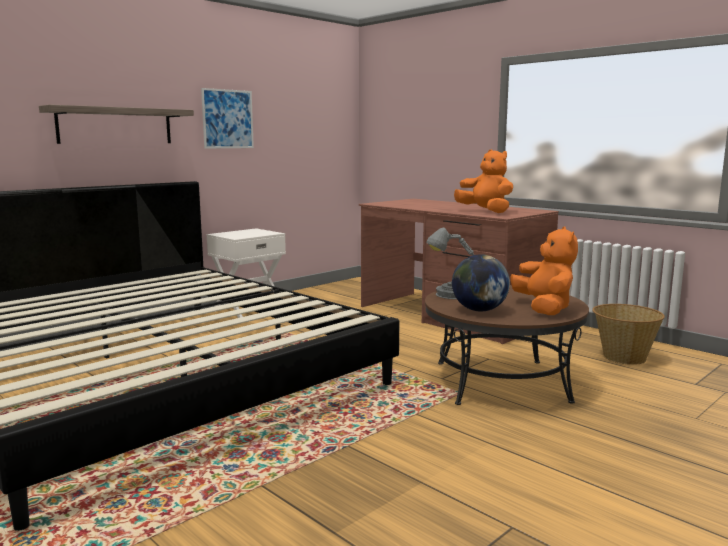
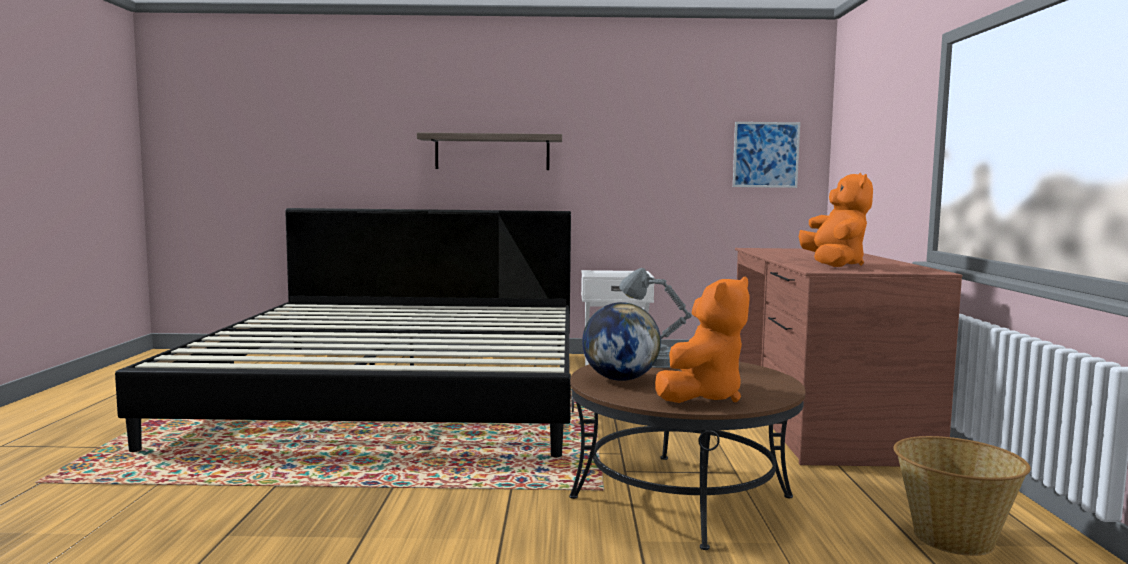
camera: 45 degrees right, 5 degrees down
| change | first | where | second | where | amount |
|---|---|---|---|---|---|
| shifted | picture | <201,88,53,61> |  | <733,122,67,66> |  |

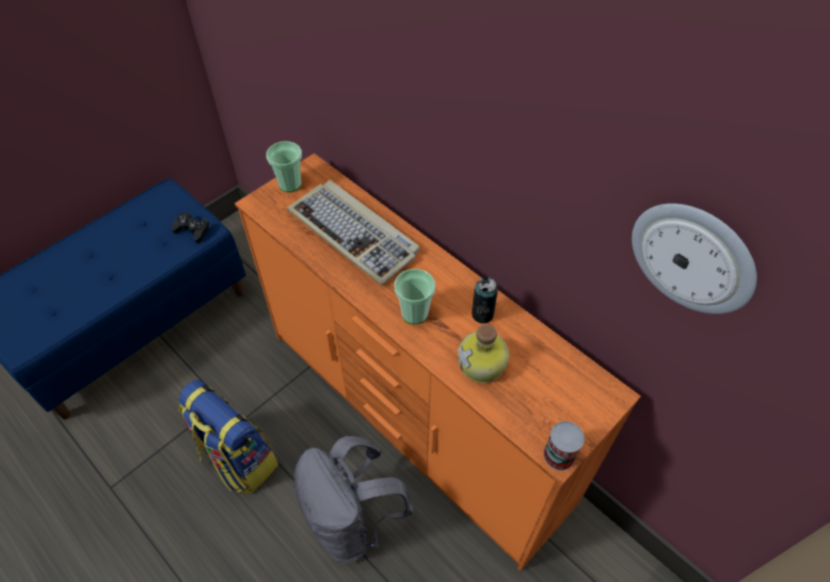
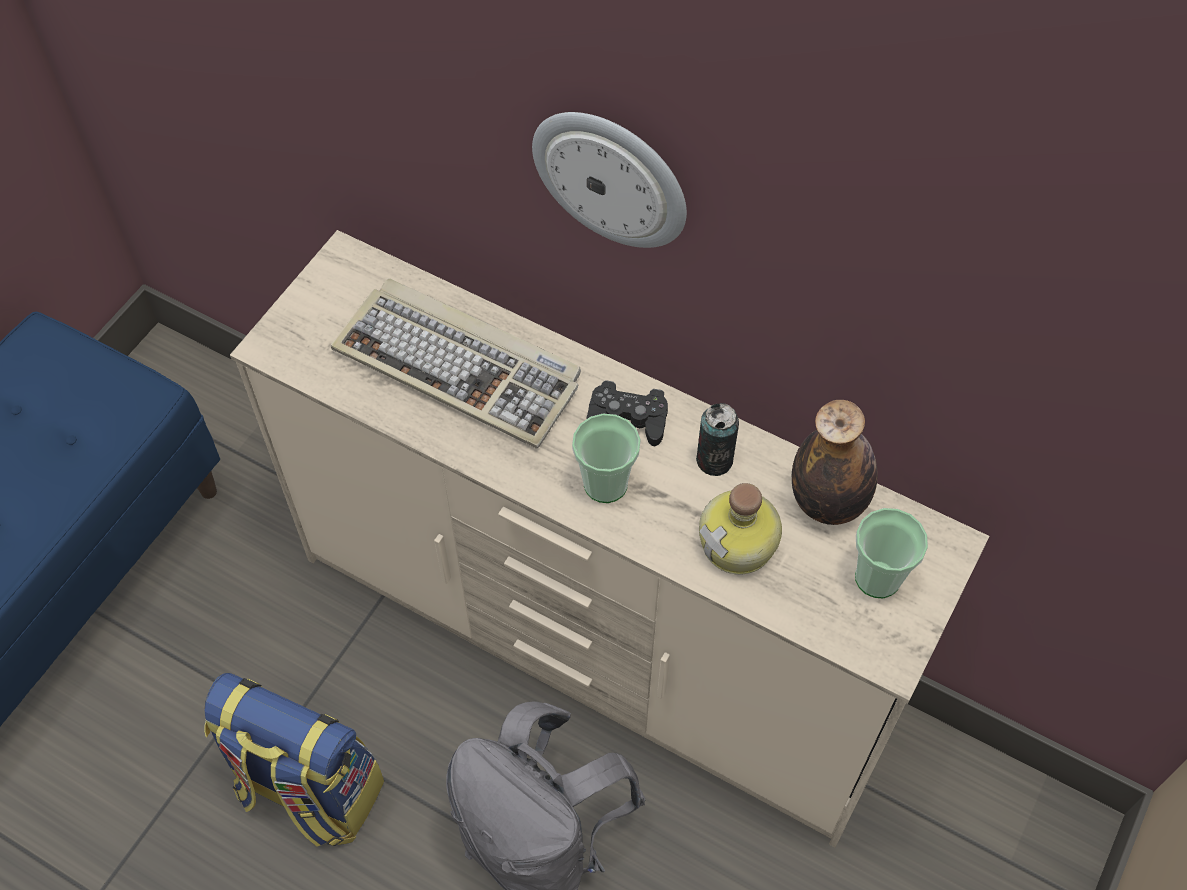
camera: 15 degrees left, 5 degrees up
| change | first | where | second | where | amount |
|---|---|---|---|---|---|
| shifted | black_game_controller | <171,212,40,31> |  | <586,380,82,66> |  |
| repainted | orange_dresser | <235,153,406,418> | beige_dresser | <230,230,760,617> |  |
| shifted | cup | <266,141,36,51> |  | <855,508,73,90> |  |
| gone | can | <544,421,40,49> |  |  |  |
| shifted | wall_clock | <632,203,125,111> |  | <532,112,155,136> |  |
| new |  |  | bottle | <792,400,85,125> |  |

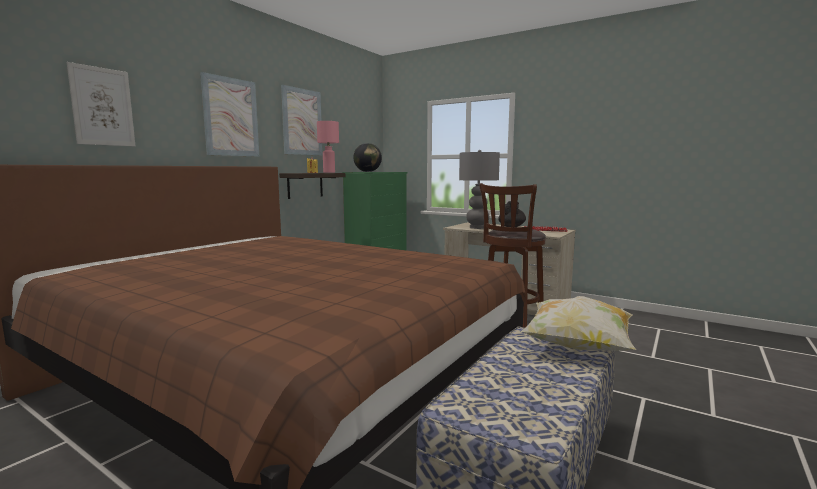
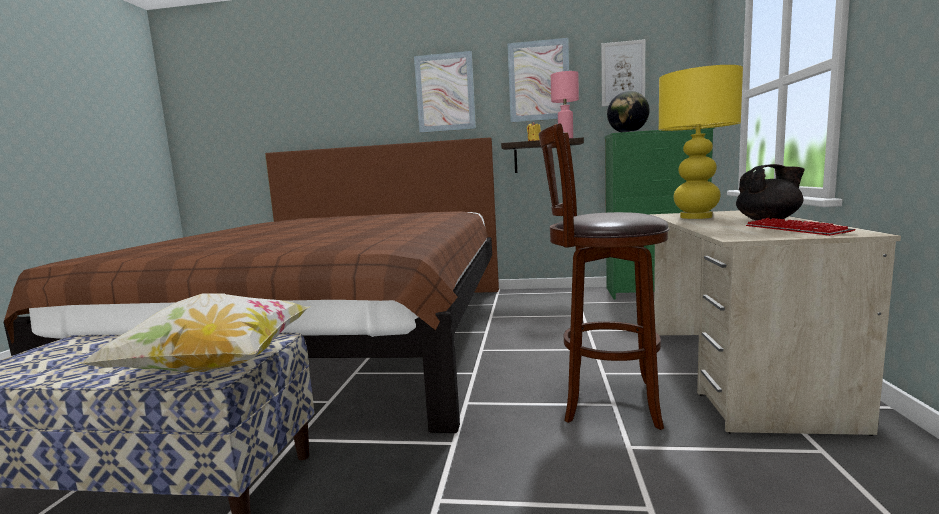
camera: 65 degrees right, 0 degrees up
| change | first | where | second | where | amount |
|---|---|---|---|---|---|
| shifted | picture | <67,62,68,85> |  | <601,39,44,68> |  |
| repainted | grey_table_lamp | <459,150,41,79> | yellow_table_lamp | <659,65,84,154> |  |

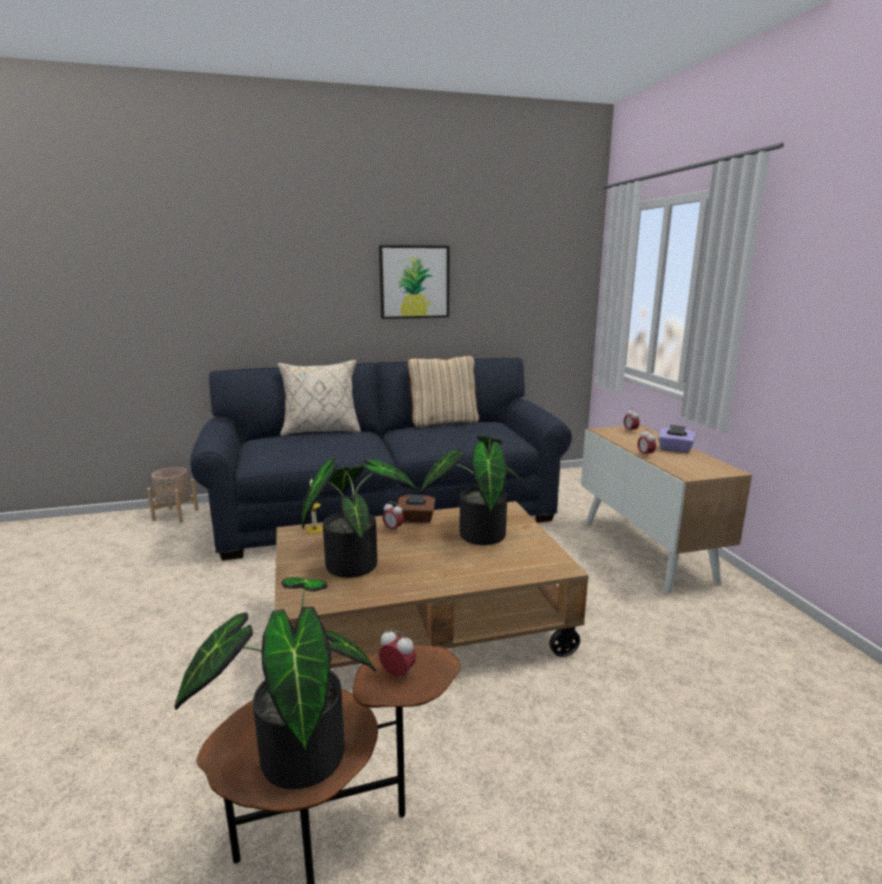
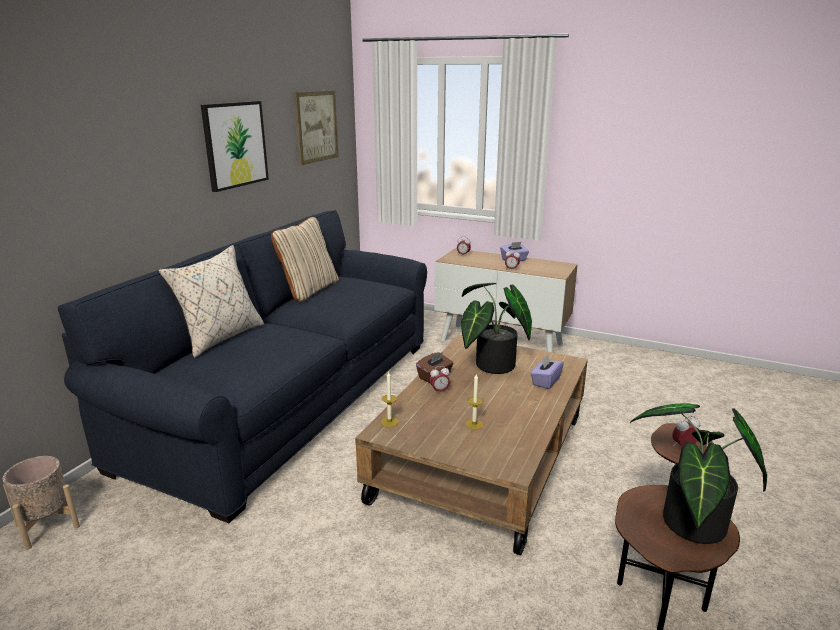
camera: 50 degrees left, 5 degrees up
| change | first | where | second | where | amount |
|---|---|---|---|---|---|
| swapped | potted_plant | <302,457,115,121> | candle | <465,374,18,56> |  |
| new |  |  | picture | <294,90,45,75> |  |
| new |  |  | purple_tissue_box | <531,355,33,34> |  |

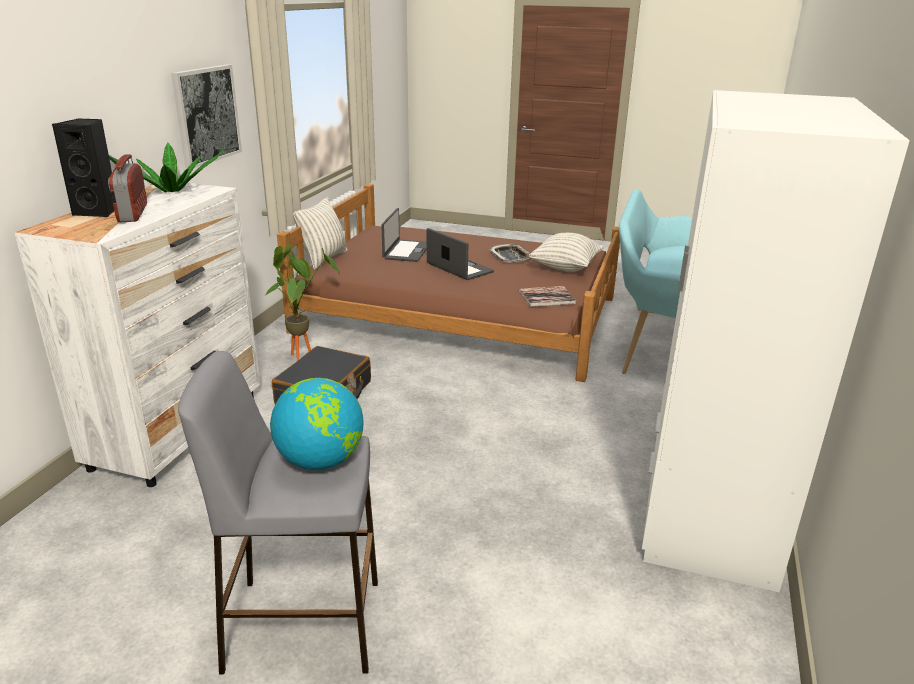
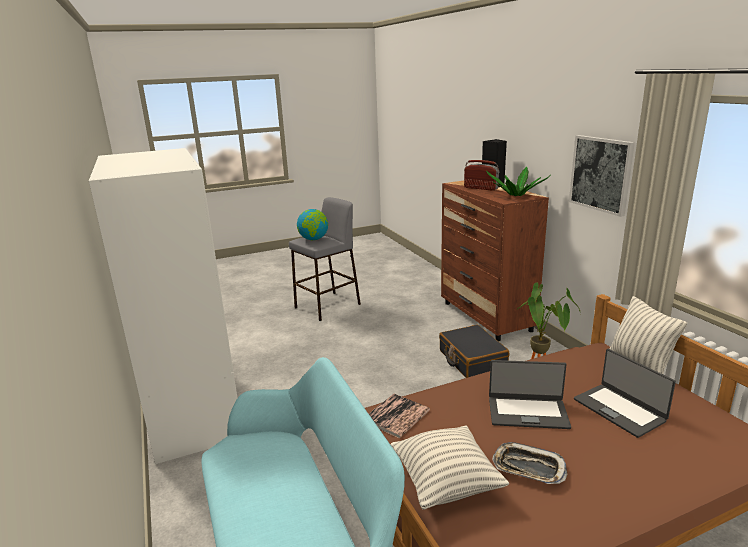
camera: 140 degrees right, 5 degrees down
| change | first | where | second | where | amount |
|---|---|---|---|---|---|
| repainted | white_dresser | <14,183,246,304> | brown_dresser | <441,181,108,160> |  |

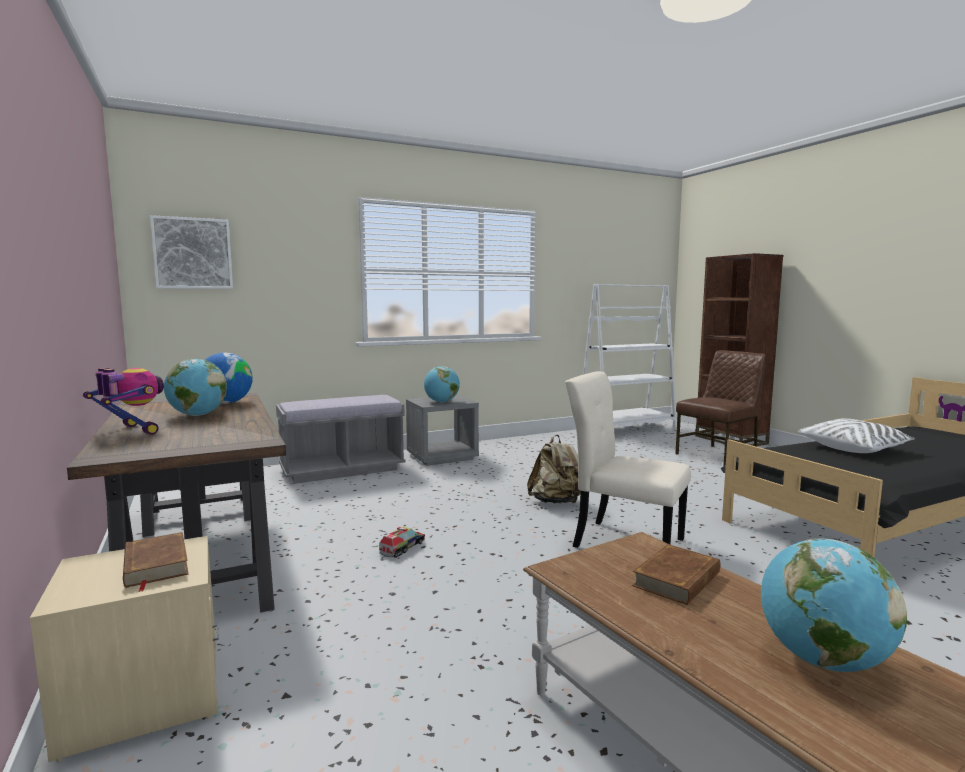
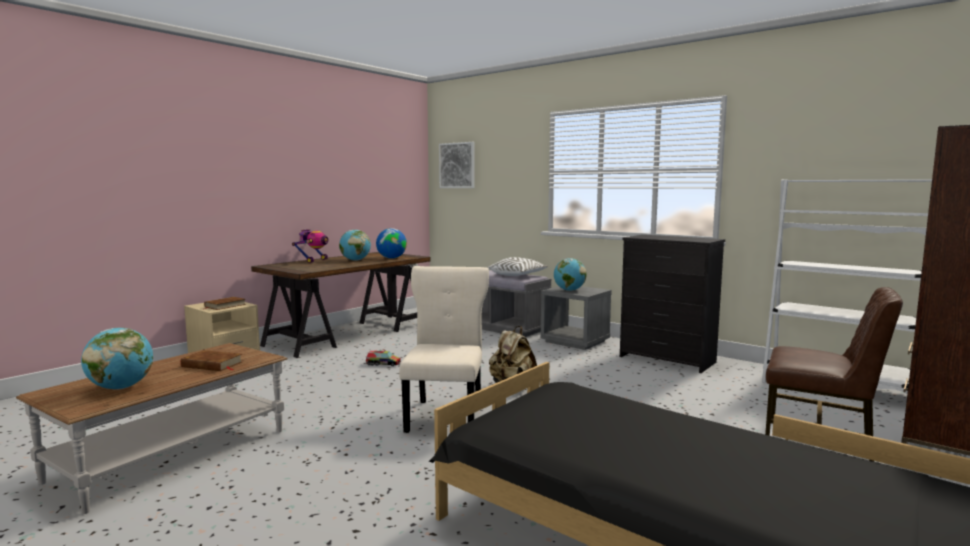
camera: 65 degrees right, 0 degrees up
| change | first | where | second | where | amount |
|---|---|---|---|---|---|
| shifted | white_pillow | <797,418,118,35> |  | <488,257,60,19> |  |
| new |  |  | black_dresser | <620,235,105,138> |  |

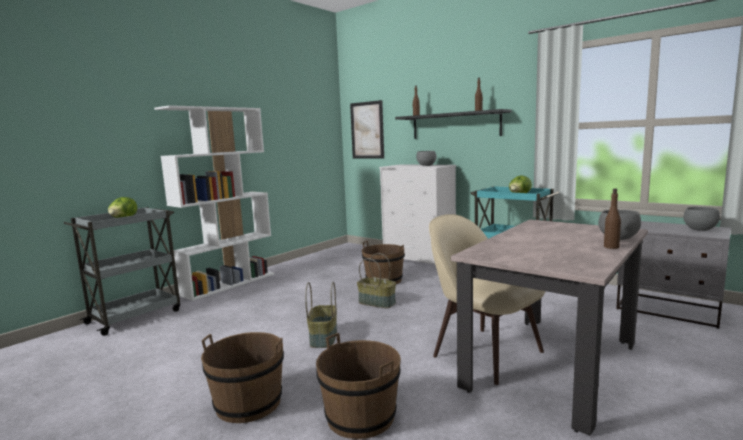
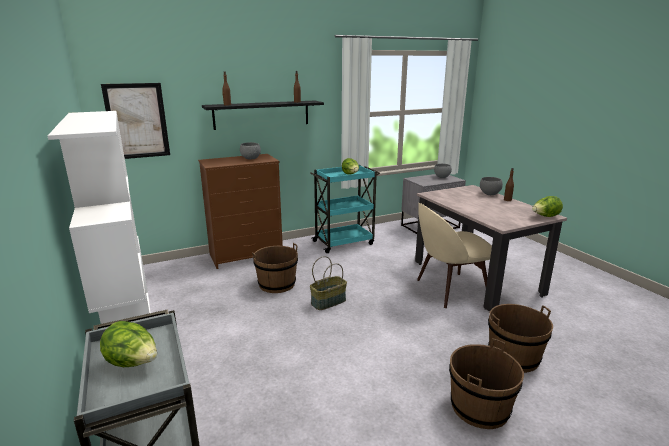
camera: 65 degrees left, 10 degrees up
| change | first | where | second | where | amount |
|---|---|---|---|---|---|
| gone | basket | <305,282,32,66> |  |  |  |
| repainted | white_dresser | <379,164,77,106> | brown_dresser | <198,154,85,115> |  |
| new |  |  | lettuce | <532,196,31,21> |  |

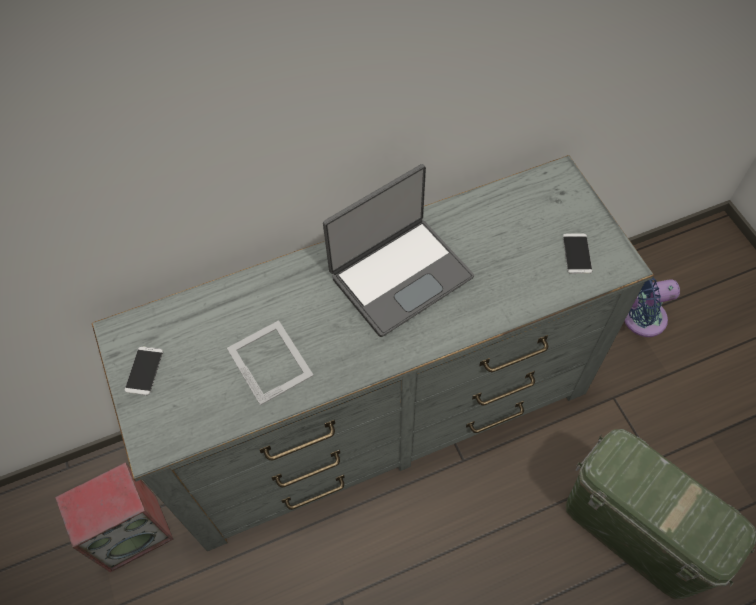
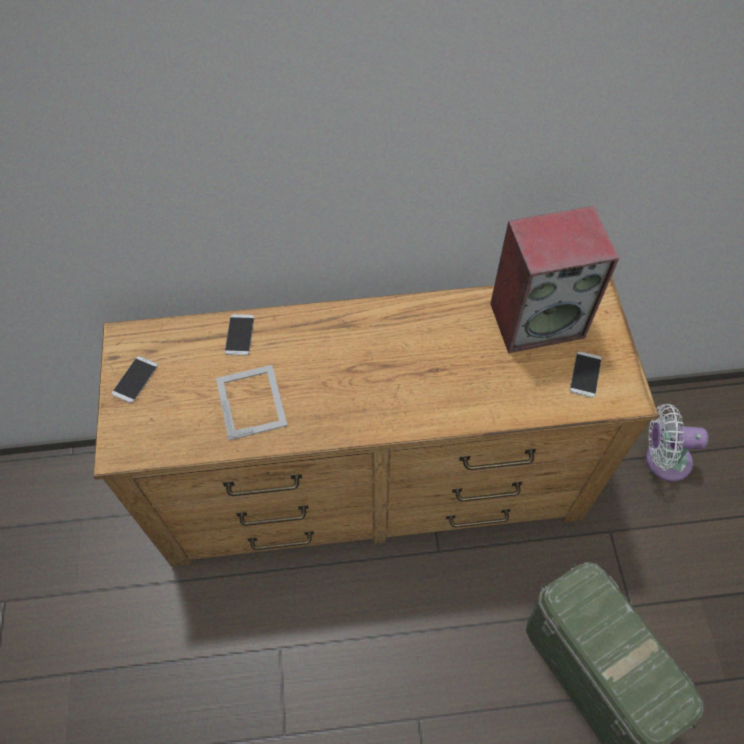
camera: 15 degrees right, 0 degrees up
| change | first | where | second | where | amount |
|---|---|---|---|---|---|
| shifted | speaker | <55,462,118,110> |  | <490,206,129,147> |  |
| repainted | grey_dresser | <92,155,562,396> | brown_dresser | <93,277,566,290> |  |
| gone | laptop | <323,164,151,173> |  |  |  |
| repainted | blue_fan | <625,277,55,60> | white_fan | <646,404,62,78> |  |
| new |  |  | phone | <225,314,29,42> |  |

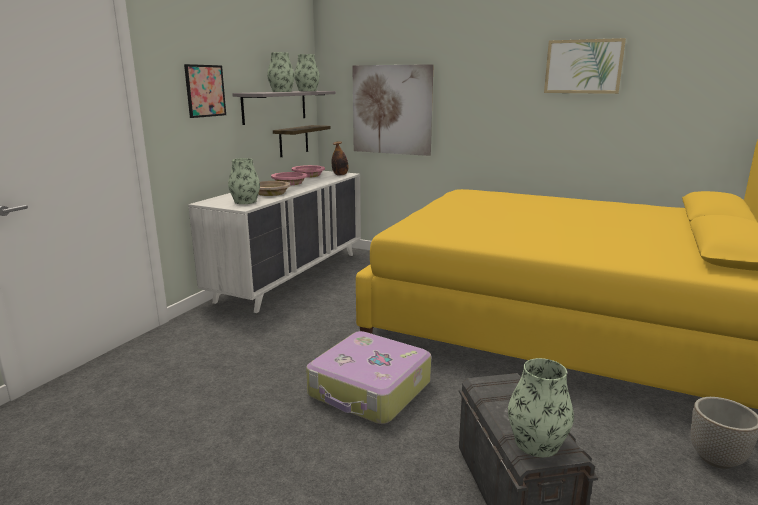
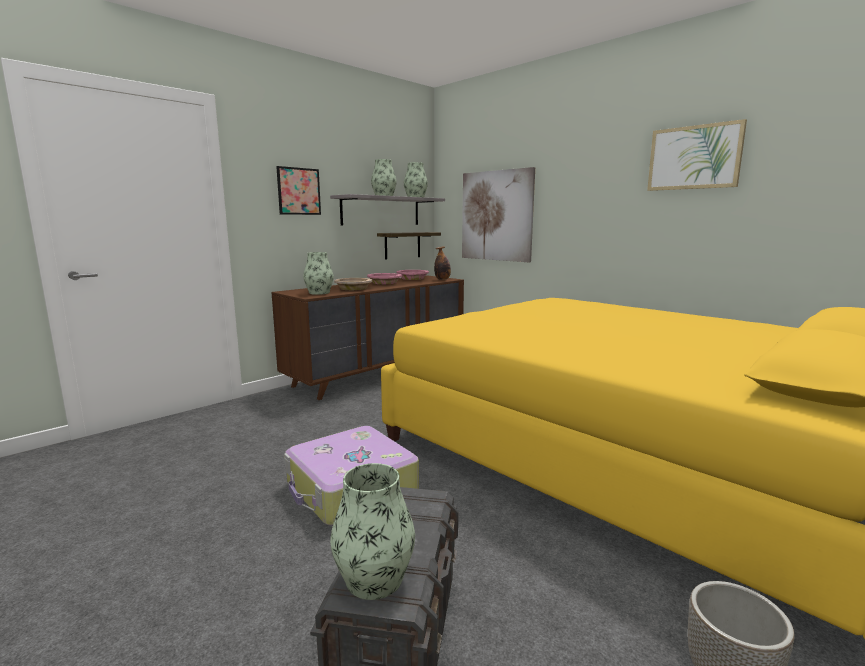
camera: 20 degrees right, 5 degrees down
| change | first | where | second | where | amount |
|---|---|---|---|---|---|
| repainted | white_dresser | <188,171,173,142> | brown_dresser | <271,275,193,125> |  |

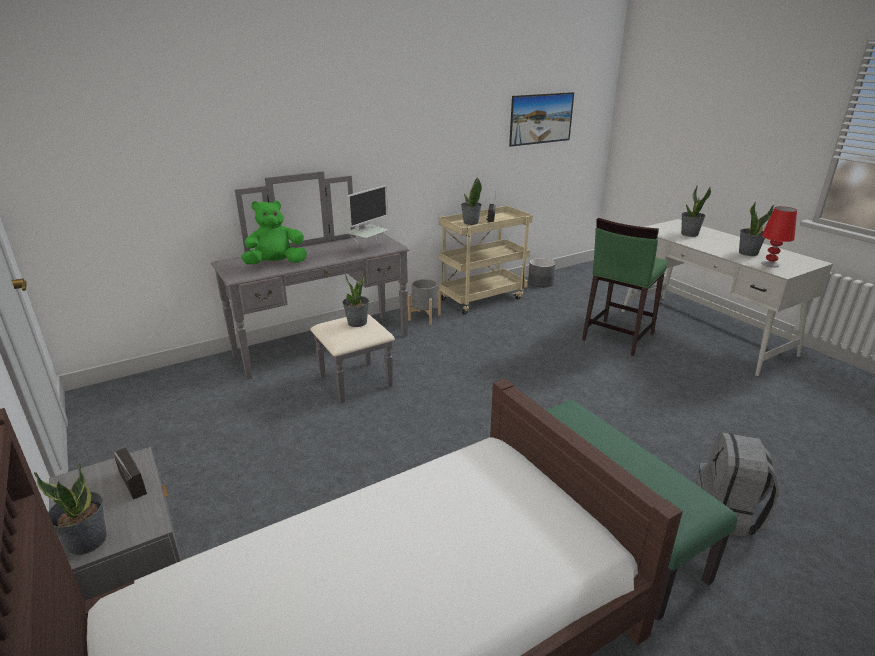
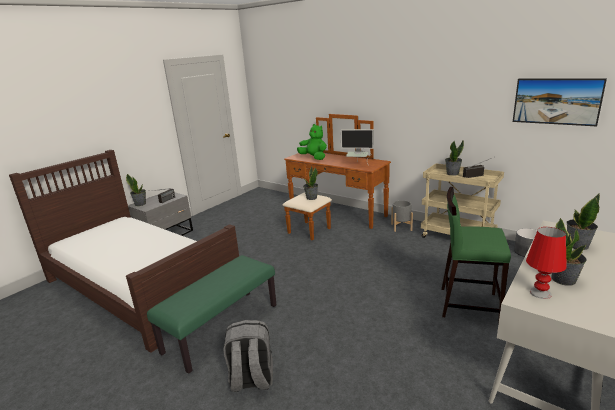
camera: 70 degrees right, 5 degrees down
| change | first | where | second | where | amount |
|---|---|---|---|---|---|
| repainted | grey_dresser | <211,171,199,232> | brown_dresser | <283,114,108,127> |  |

